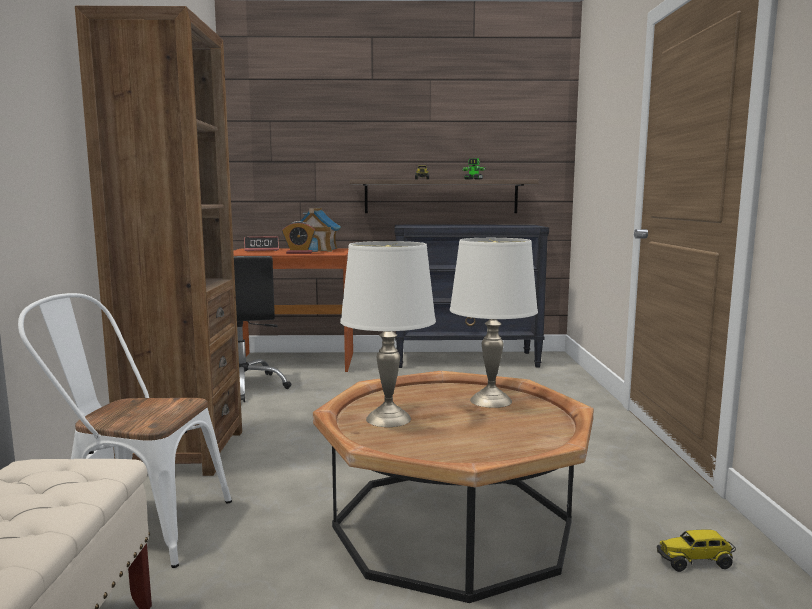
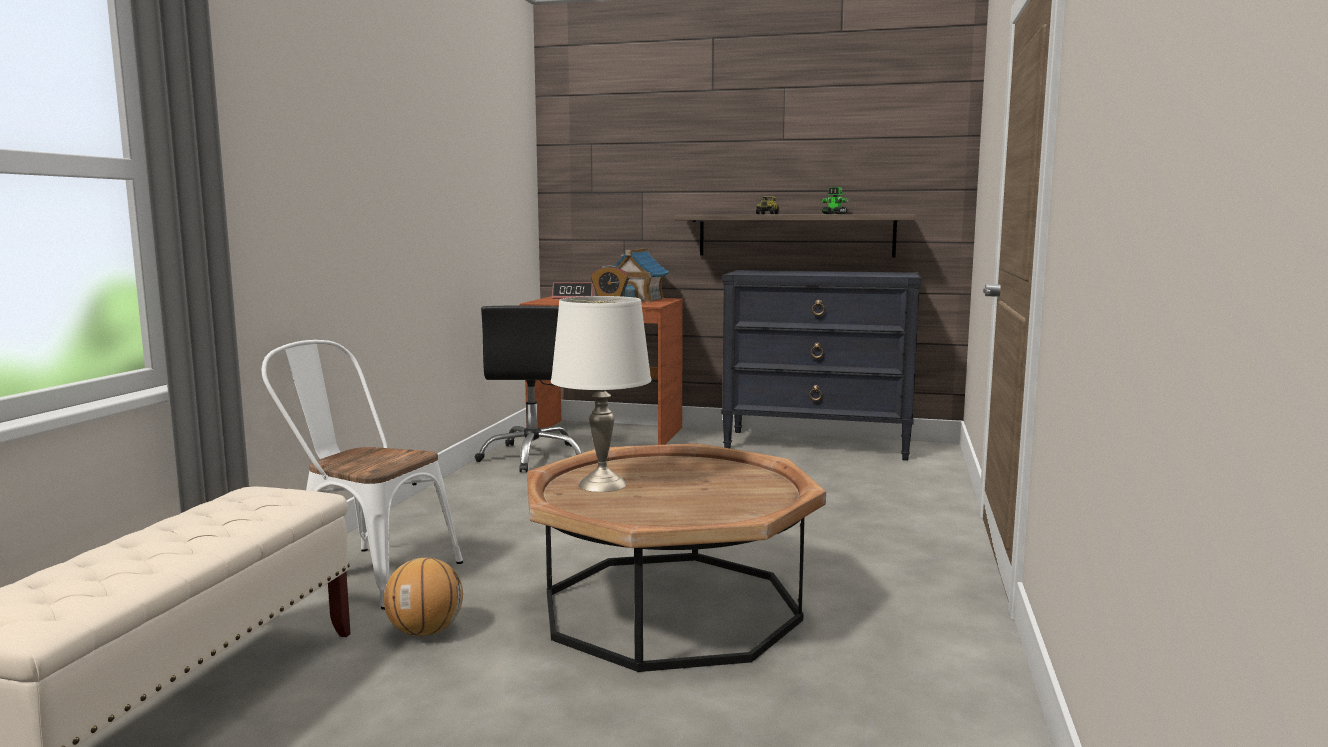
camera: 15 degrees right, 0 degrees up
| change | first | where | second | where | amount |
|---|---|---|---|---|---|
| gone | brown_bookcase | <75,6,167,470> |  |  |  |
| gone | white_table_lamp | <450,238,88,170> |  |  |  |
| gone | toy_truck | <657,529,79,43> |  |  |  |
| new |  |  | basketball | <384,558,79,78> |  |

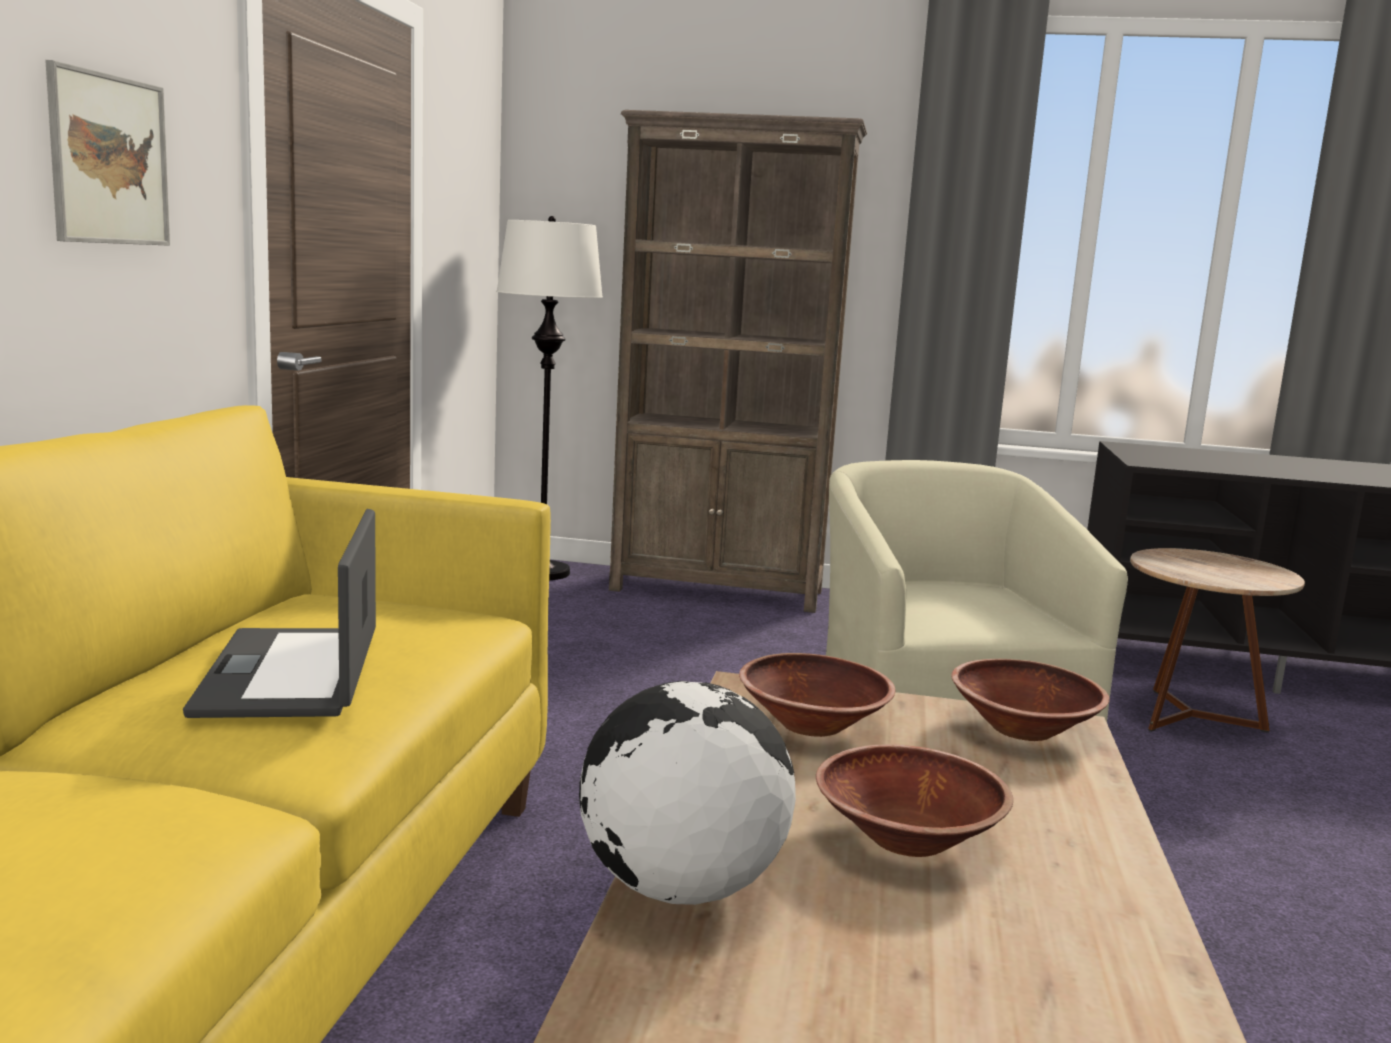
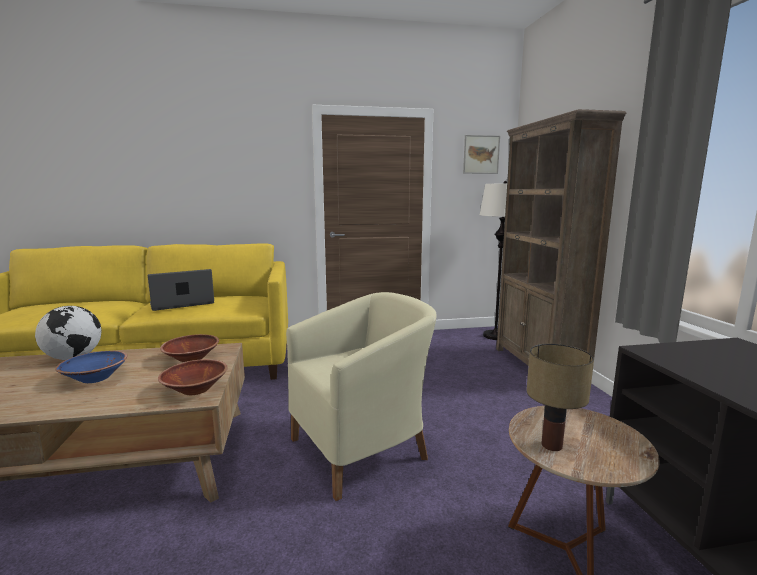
camera: 70 degrees right, 0 degrees up
| change | first | where | second | where | amount |
|---|---|---|---|---|---|
| shifted | picture | <45,60,125,186> |  | <463,135,37,39> |  |
| repainted | brown_bowl | <816,744,197,113> | blue_bowl | <55,351,72,32> |  |
| new |  |  | table_lamp | <526,344,68,107> |  |

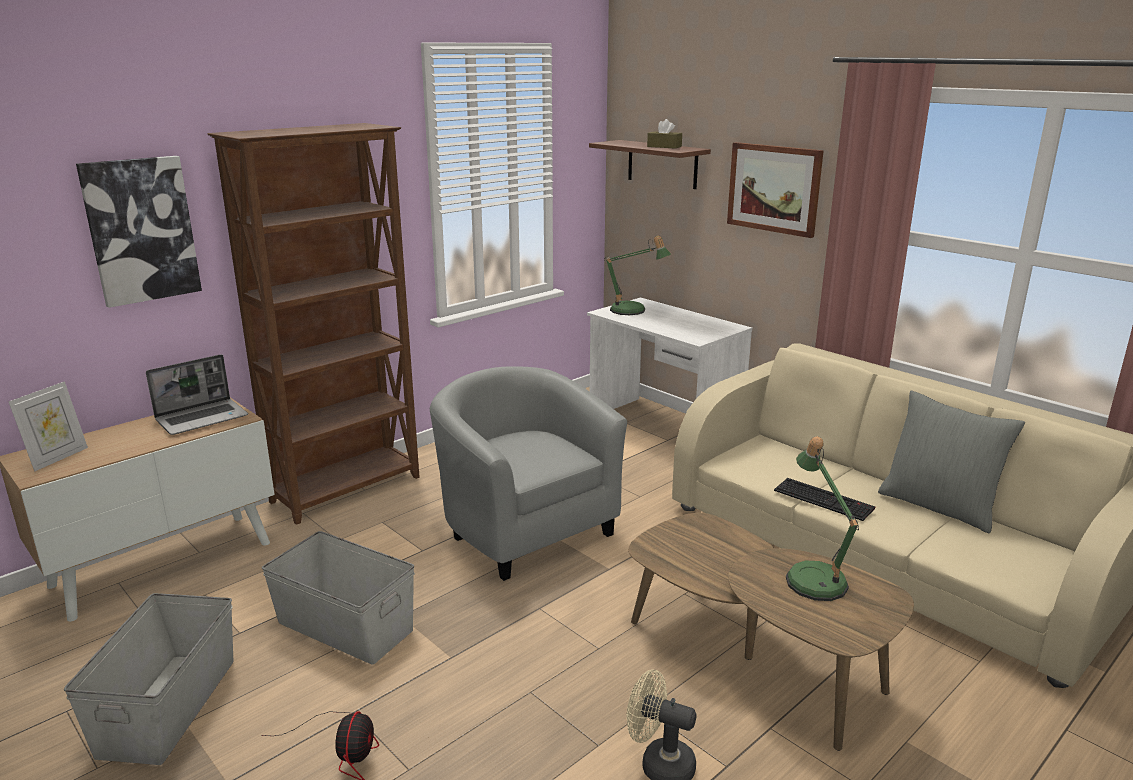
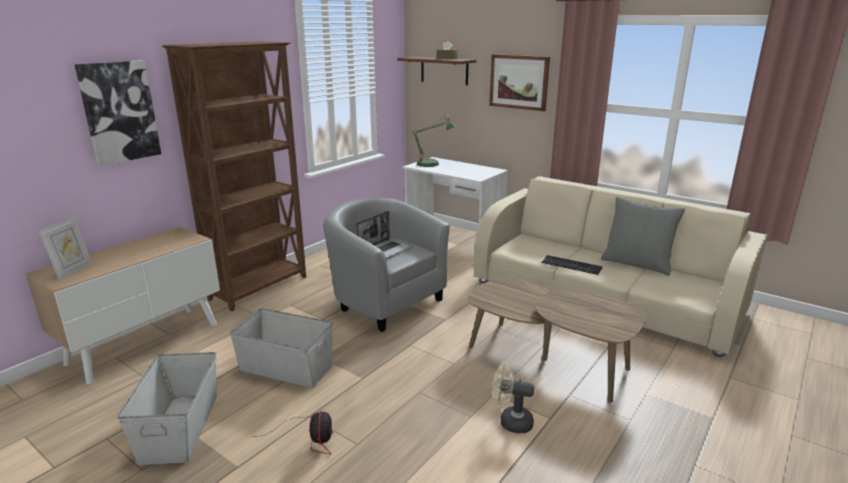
camera: 10 degrees left, 0 degrees up
| change | first | where | second | where | amount |
|---|---|---|---|---|---|
| shifted | laptop | <146,354,102,81> |  | <356,211,56,47> |  |
| gone | table_lamp | <786,436,73,165> |  |  |  |

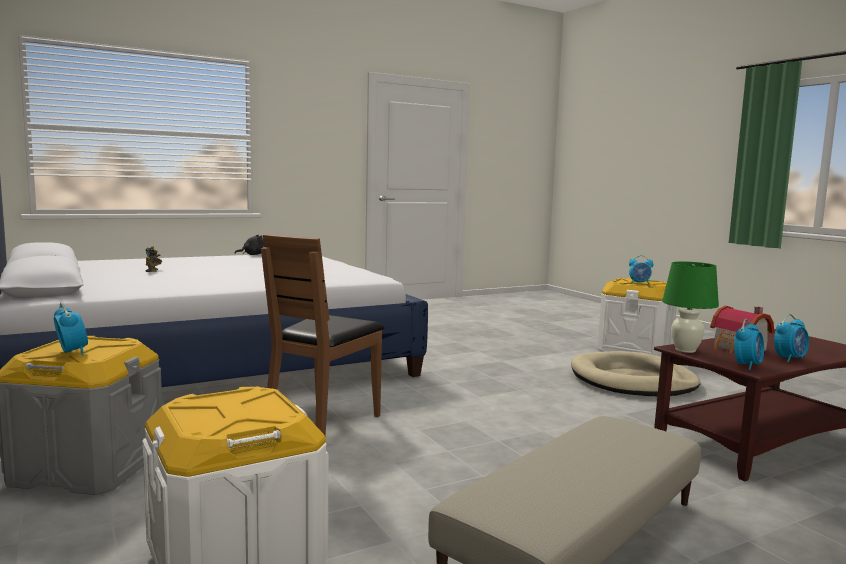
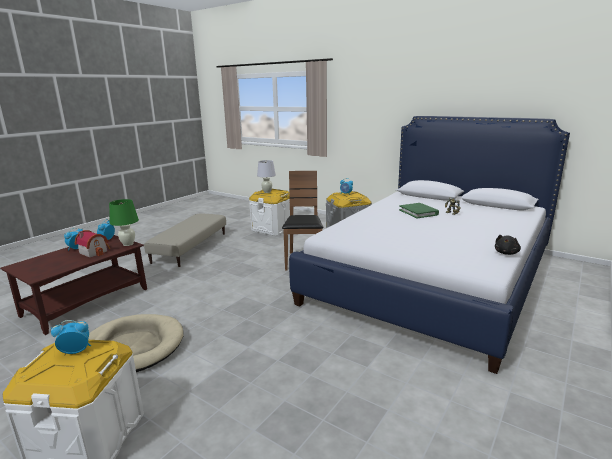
camera: 155 degrees right, 10 degrees up
| change | first | where | second | where | amount |
|---|---|---|---|---|---|
| new |  |  | white_table_lamp | <257,160,19,33> |  |
| new |  |  | green_book | <399,203,40,15> |  |

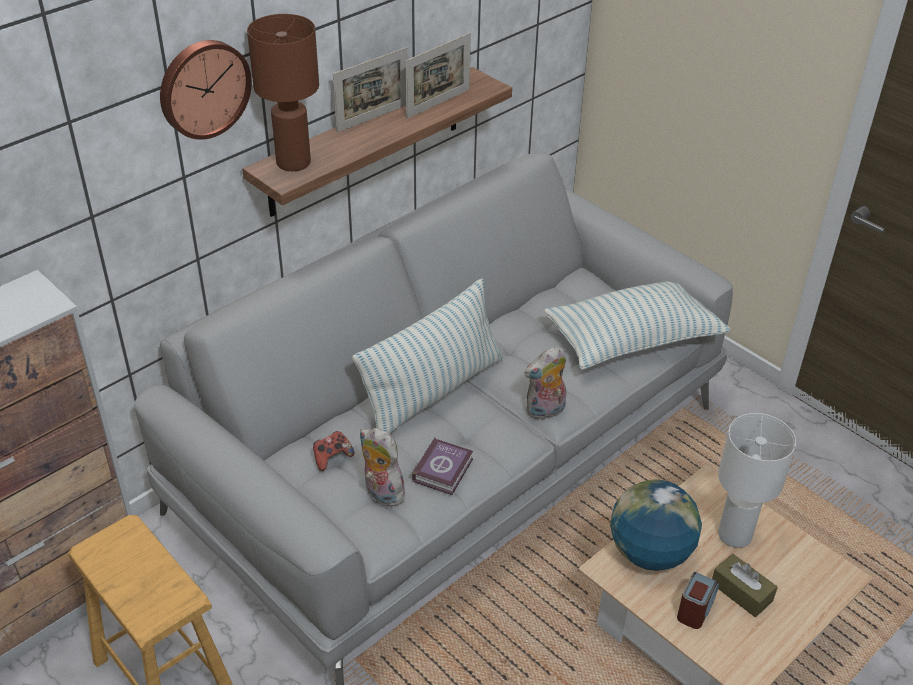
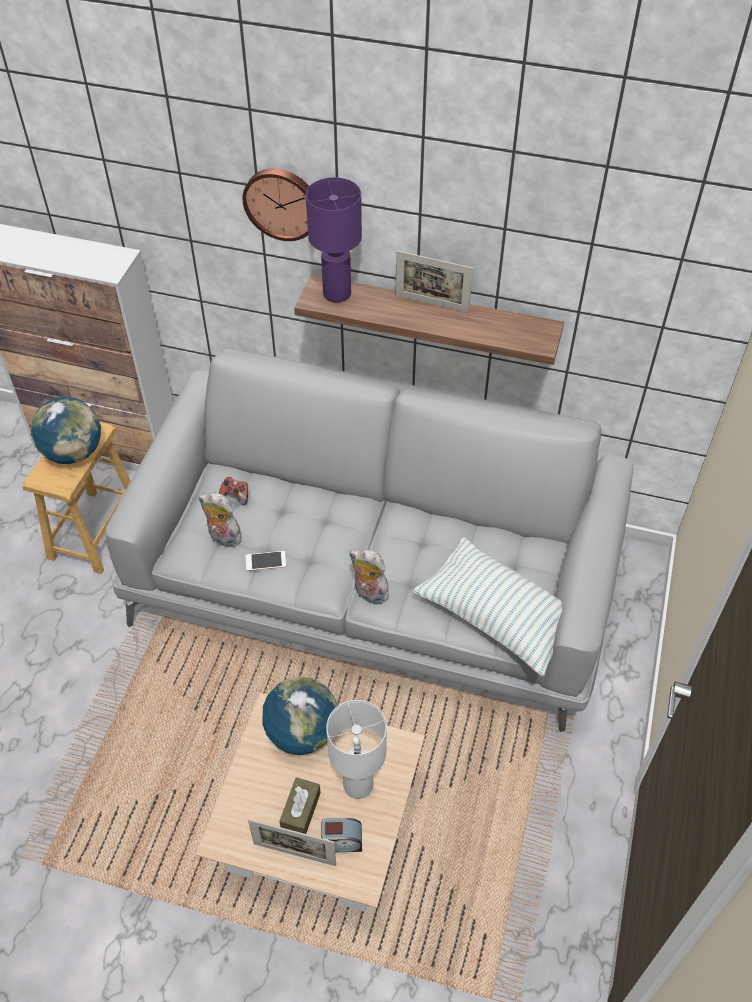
camera: 60 degrees right, 10 degrees up
| change | first | where | second | where | amount |
|---|---|---|---|---|---|
| repainted | brown_table_lamp | <247,14,72,157> | purple_table_lamp | <306,177,56,126> |  |
| gone | pillow | <352,278,151,156> |  |  |  |
| rotated | plush_toy | <360,428,46,79> |  | <198,492,44,55> | 75 degrees counterclockwise |
| shifted | picture_frame | <405,33,66,86> |  | <248,819,88,47> |  |
| swapped | book | <412,438,61,57> | phone | <246,551,40,20> |  |
| shifted | alarm_clock | <677,572,42,57> |  | <321,818,41,34> |  |
| new |  |  | globe | <31,397,70,67> |  |

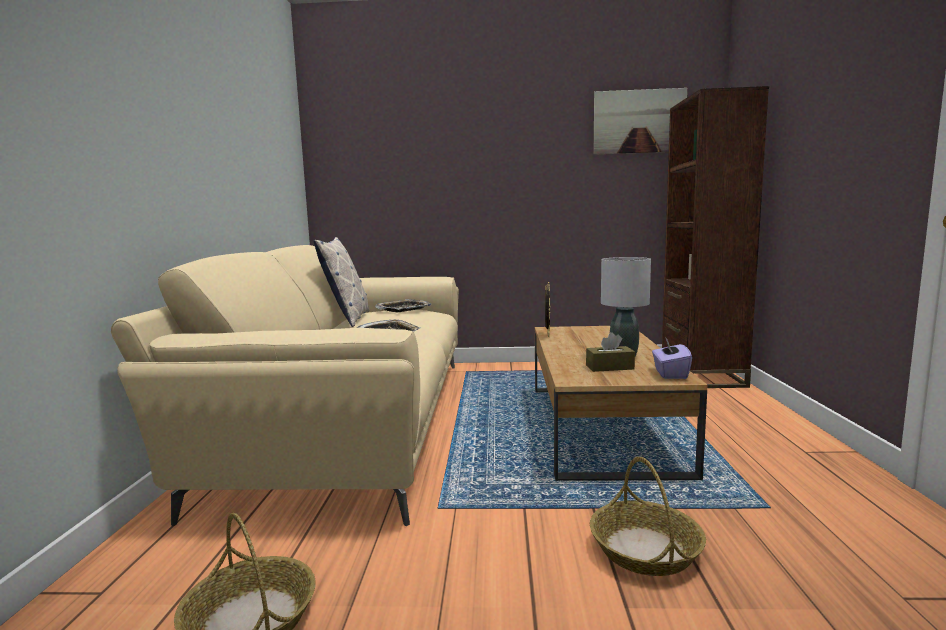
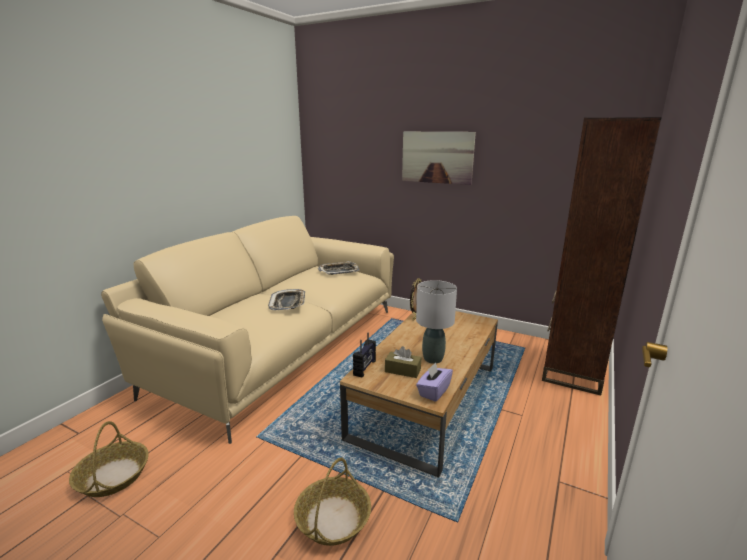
camera: 25 degrees right, 10 degrees up
| change | first | where | second | where | amount |
|---|---|---|---|---|---|
| gone | pillow | <314,237,55,90> |  |  |  |
| shifted | picture | <594,88,93,67> |  | <402,131,74,54> |  |
| new |  |  | radio | <353,332,23,45> |  |

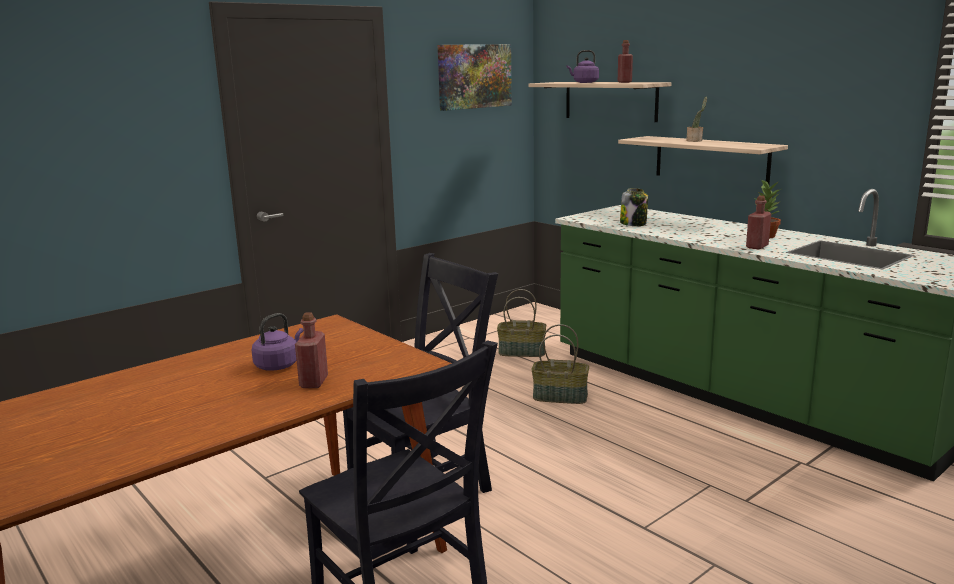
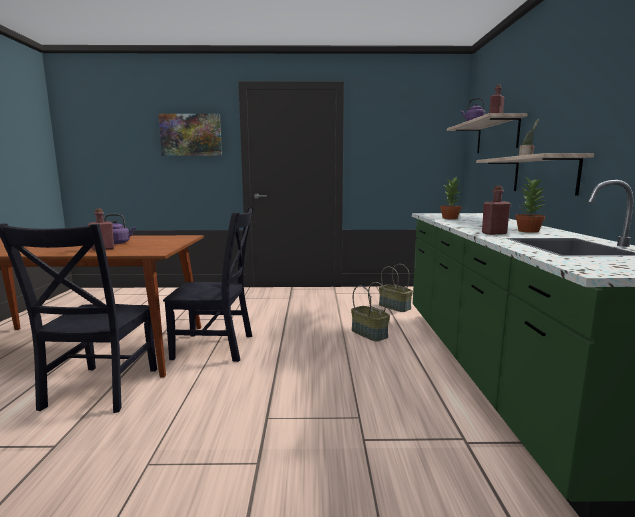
camera: 40 degrees right, 5 degrees down
| change | first | where | second | where | amount |
|---|---|---|---|---|---|
| shifted | picture | <438,44,74,67> |  | <158,114,64,42> |  |
| swapped | jar | <620,188,28,38> | potted_plant | <440,176,22,43> |  |

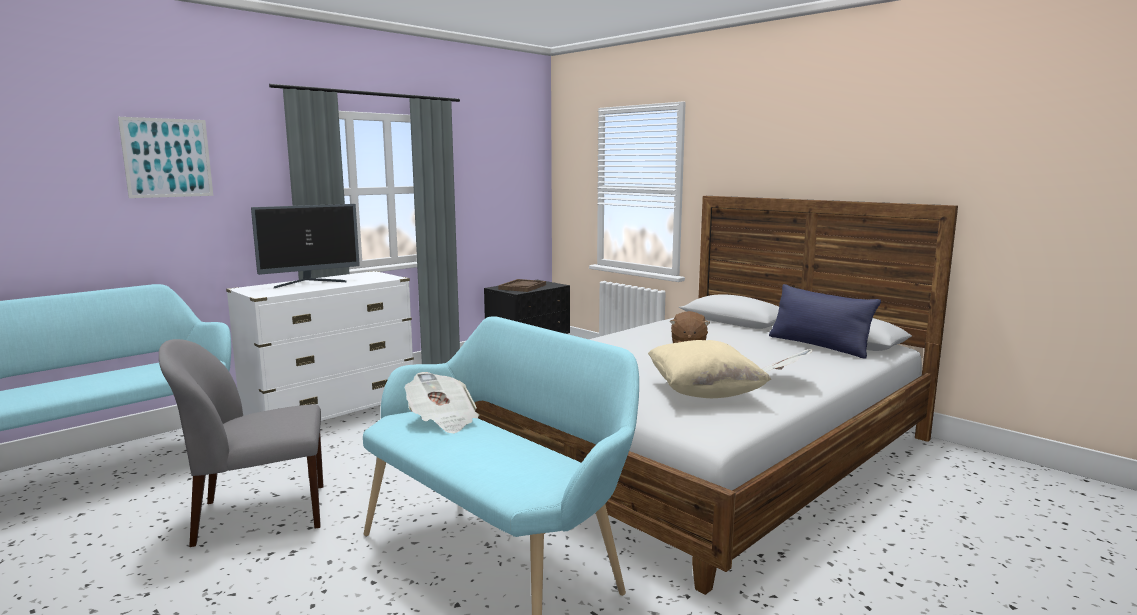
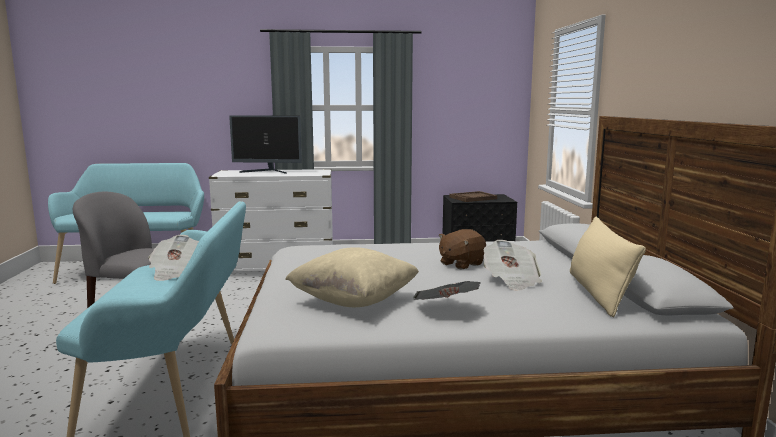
camera: 40 degrees right, 0 degrees up
| change | first | where | second | where | amount |
|---|---|---|---|---|---|
| gone | picture | <118,117,95,81> |  |  |  |
| repainted | blue_pillow | <769,284,112,75> | beige_pillow | <570,216,76,101> |  |
| new |  |  | newspaper | <483,240,59,51> |  |

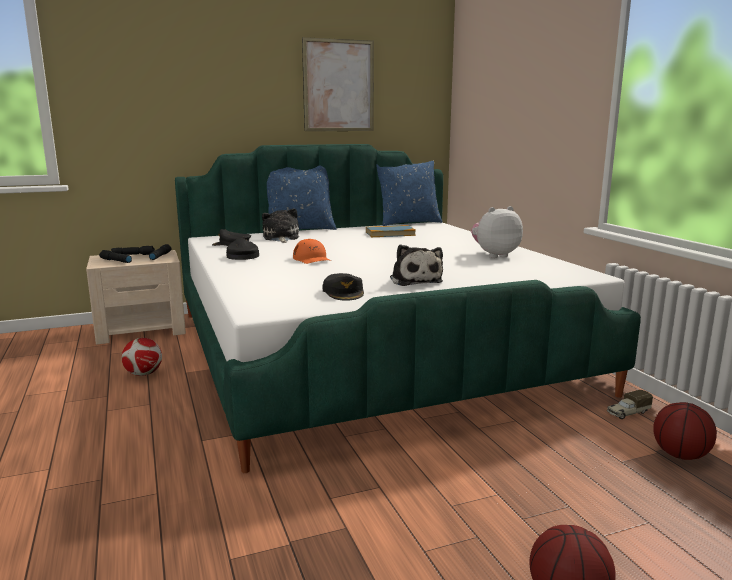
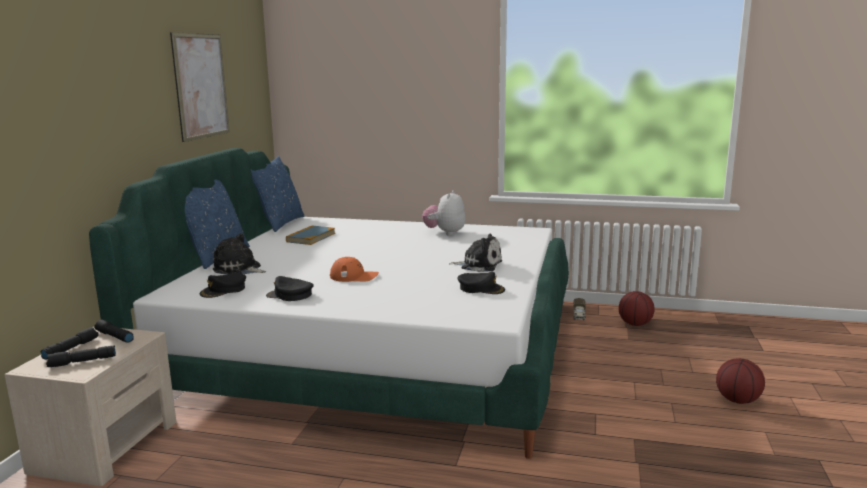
camera: 55 degrees left, 0 degrees up
| change | first | where | second | where | amount |
|---|---|---|---|---|---|
| gone | football | <122,338,40,38> |  |  |  |

